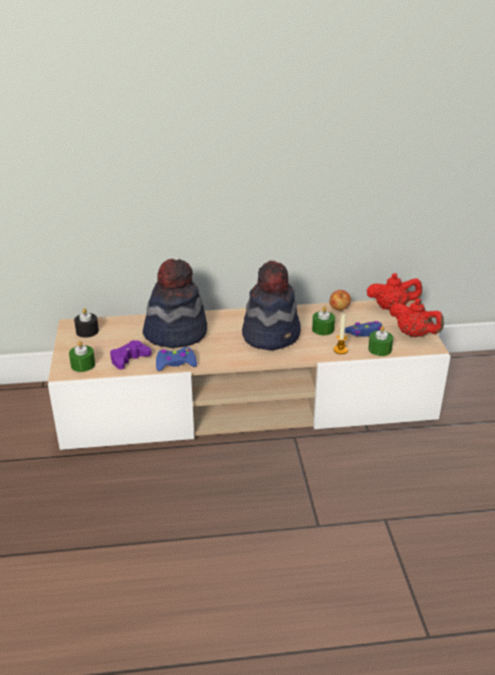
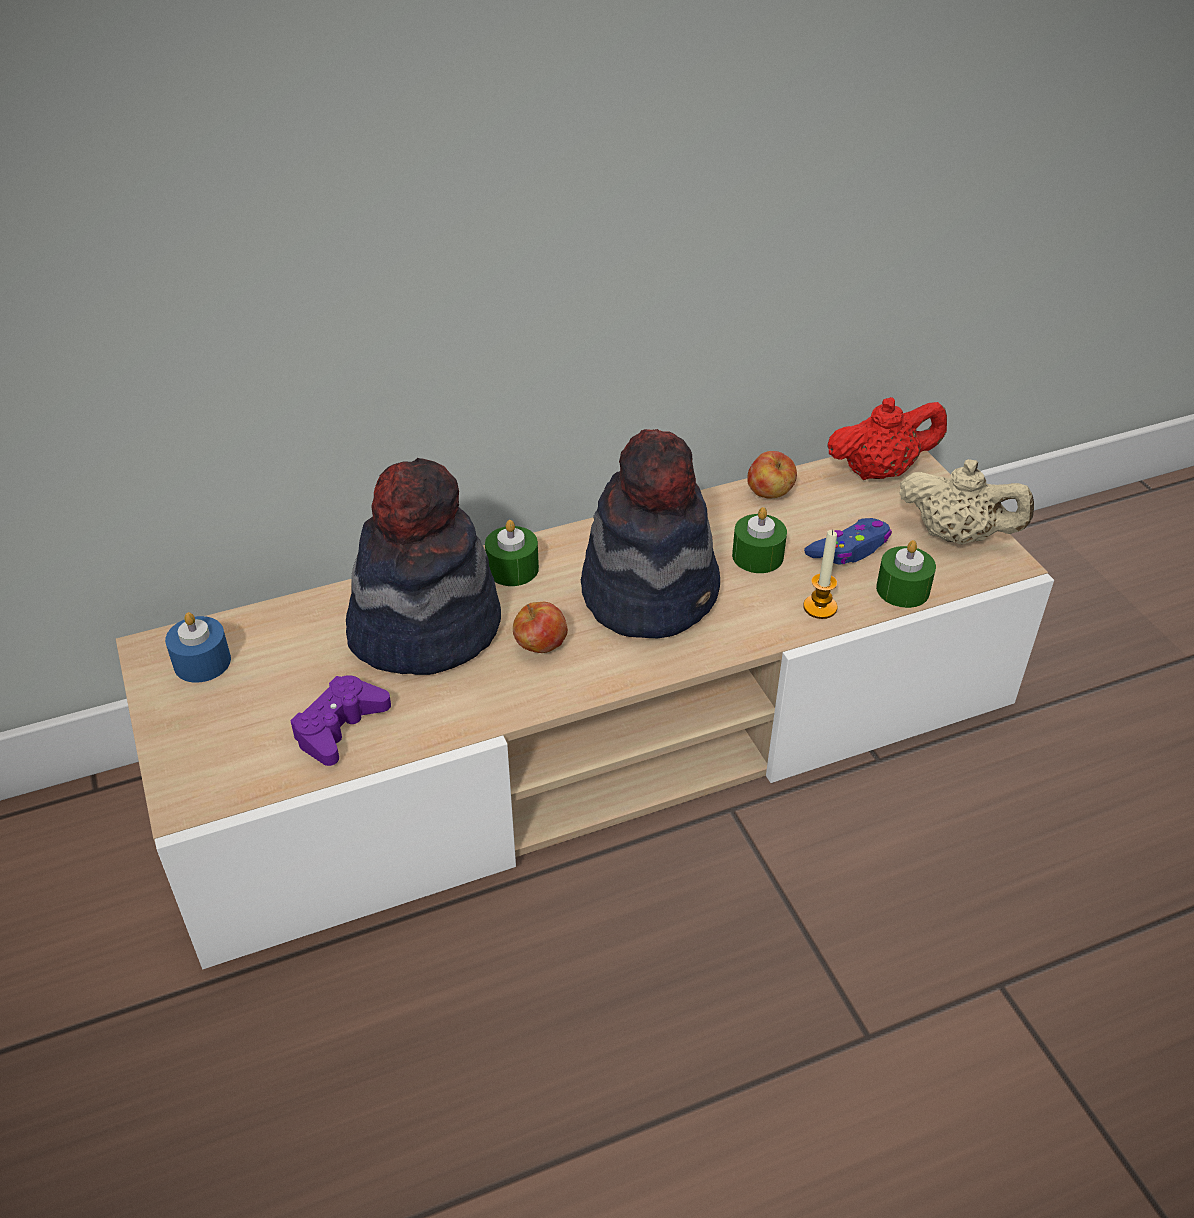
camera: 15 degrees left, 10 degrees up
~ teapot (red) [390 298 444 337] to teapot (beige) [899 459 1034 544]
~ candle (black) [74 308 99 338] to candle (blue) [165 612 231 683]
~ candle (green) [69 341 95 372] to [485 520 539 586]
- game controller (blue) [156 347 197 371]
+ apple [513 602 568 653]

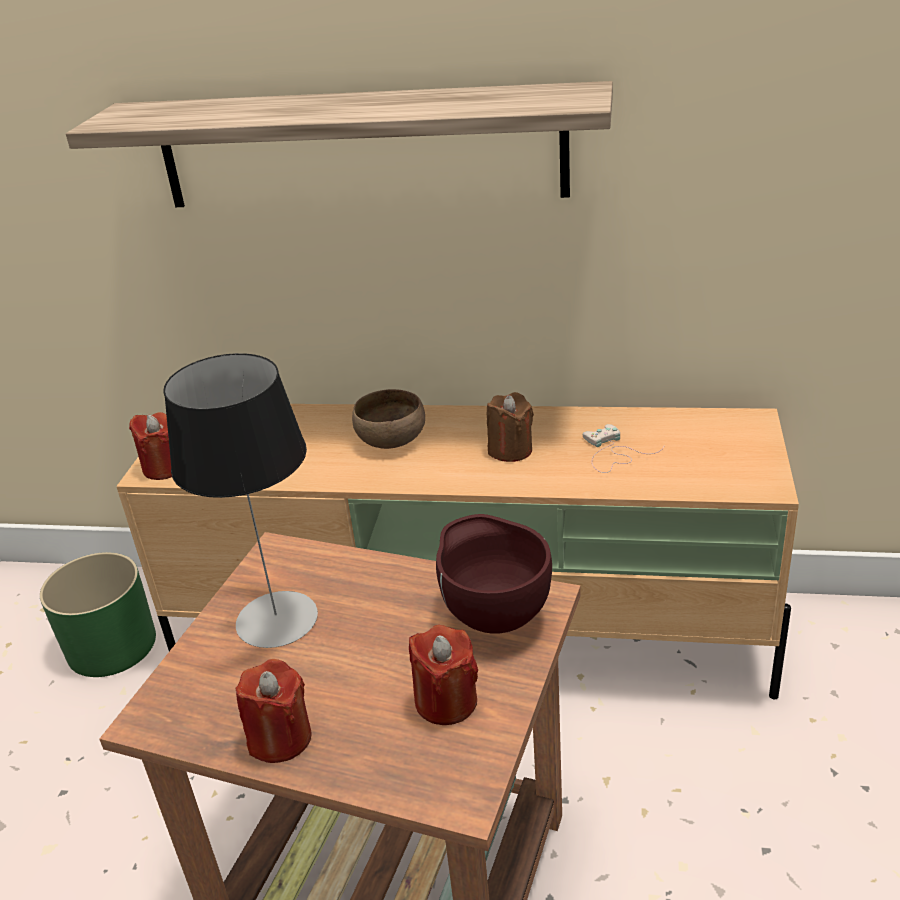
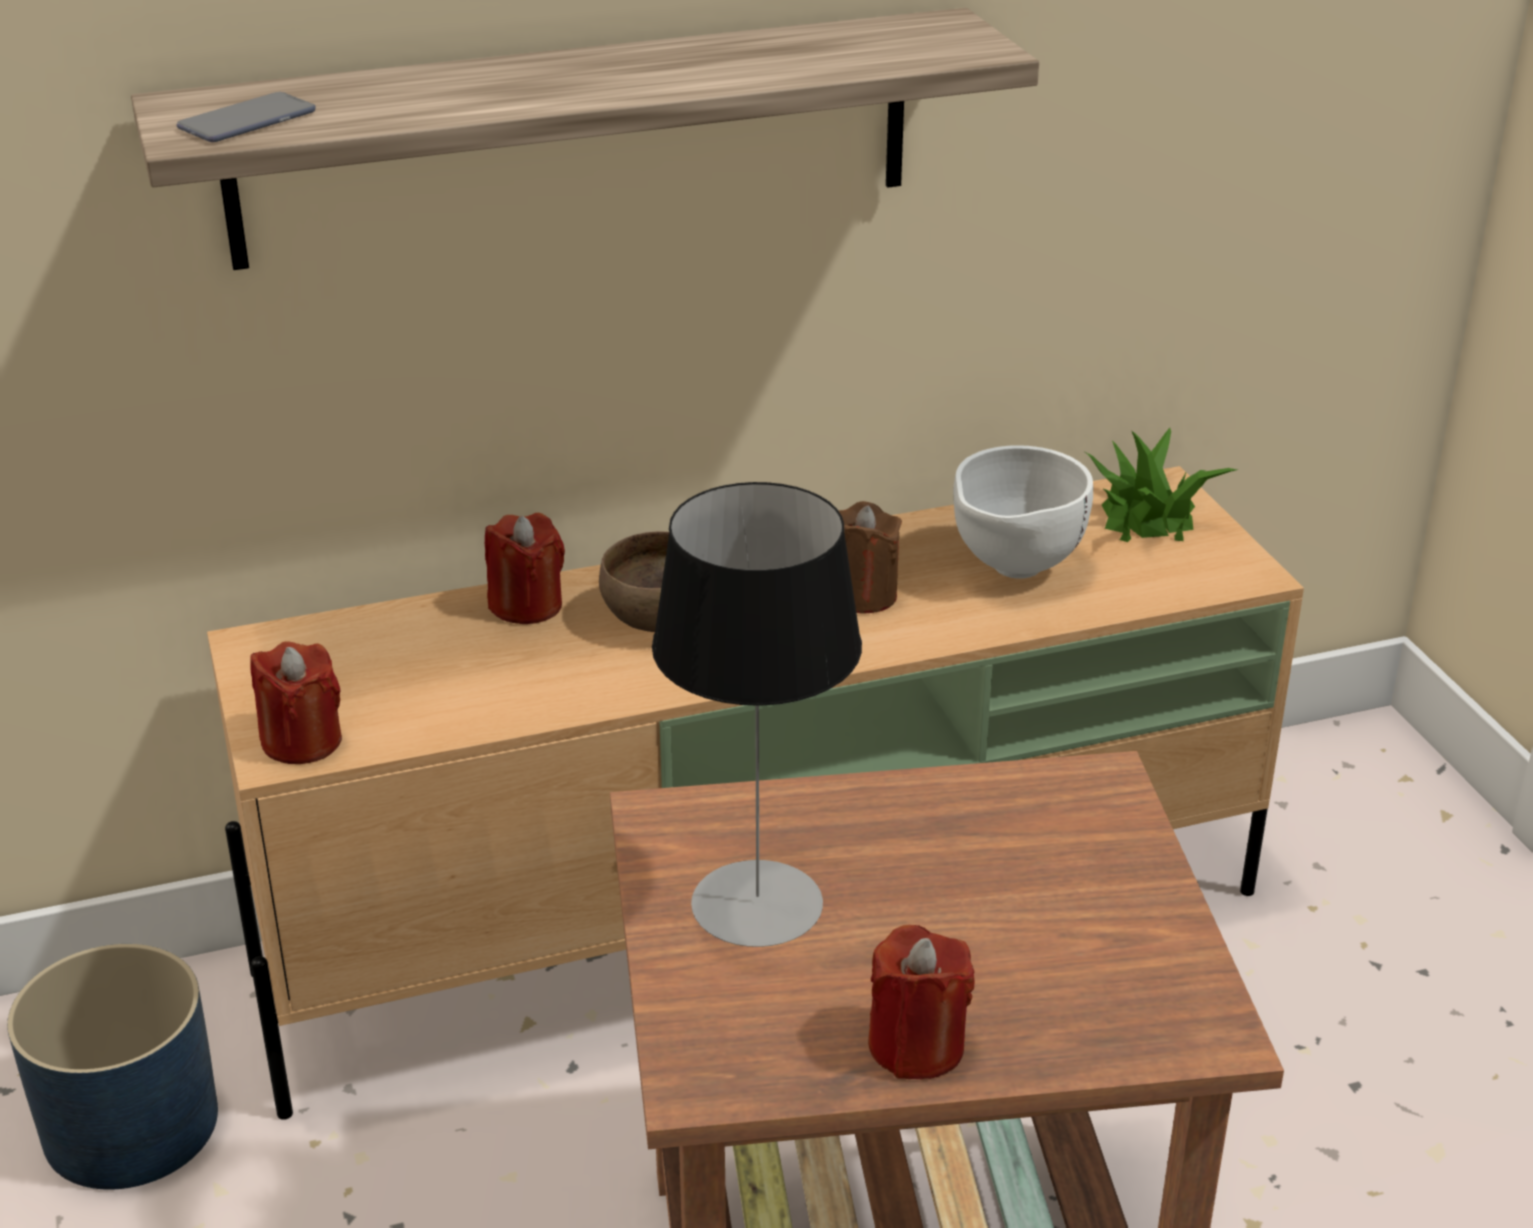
camera: 30 degrees left, 0 degrees up
~ game controller (white) [583 424 664 473] to bowl (white) [953 445 1093 579]
- bowl (brown) [436 514 552 634]
~ planter (green) [40 552 156 677] to planter (blue) [7 944 218 1190]
~ candle (red) [409 625 478 725] to [485 513 565 624]
+ phone [177 92 316 142]
+ potted plant [1085 428 1238 542]

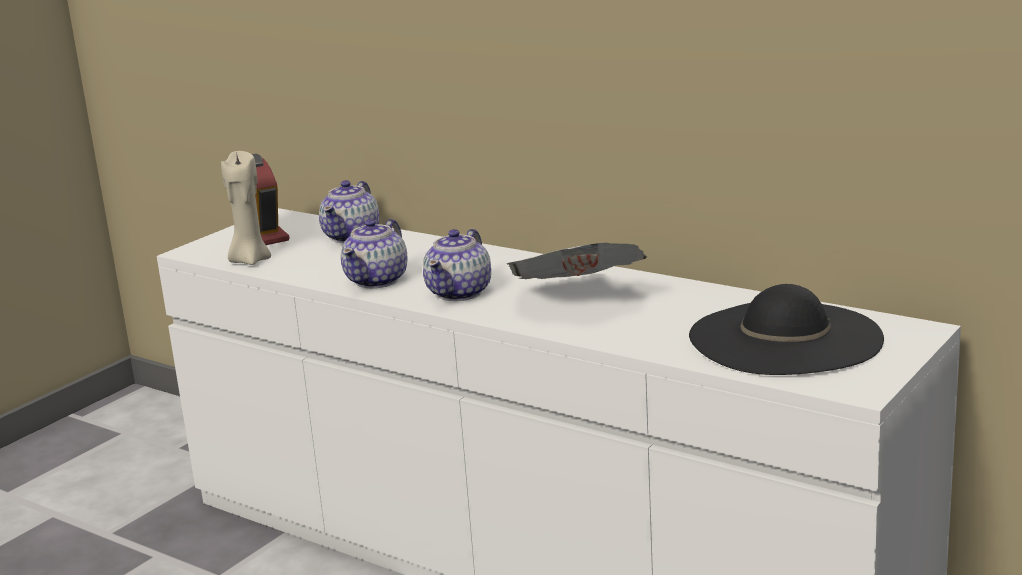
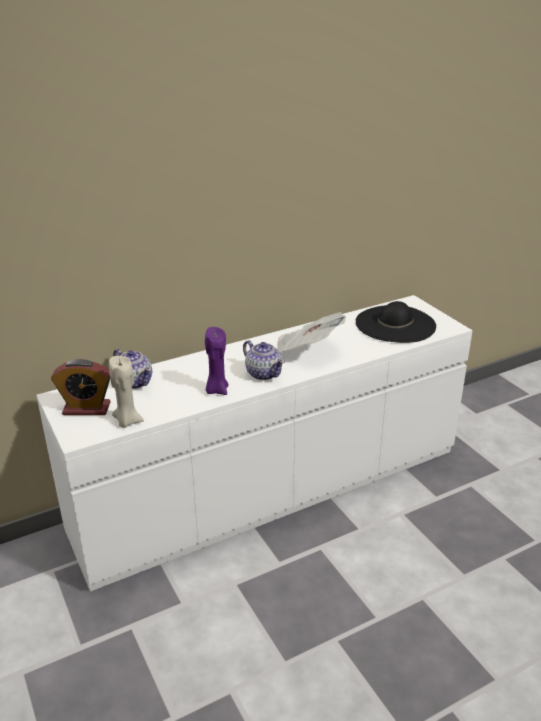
camera: 65 degrees left, 10 degrees up
~ teapot [341 219 407 288] to candle (purple) [205 327 229 395]

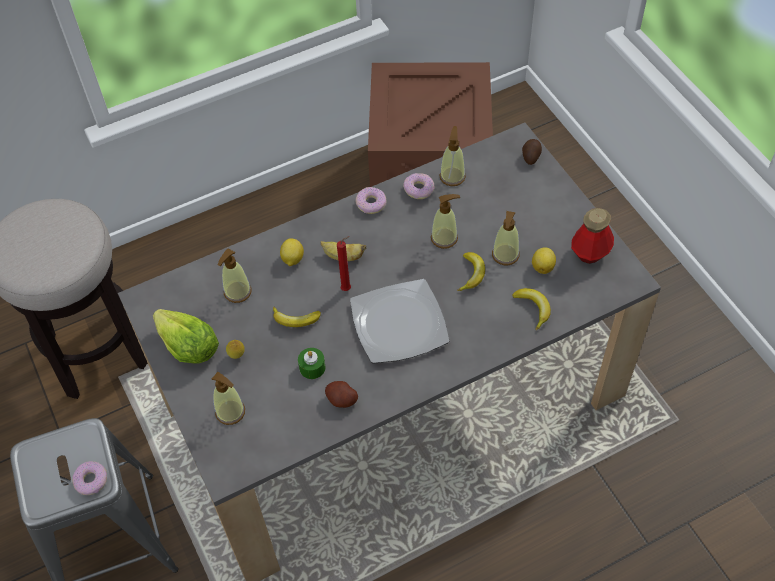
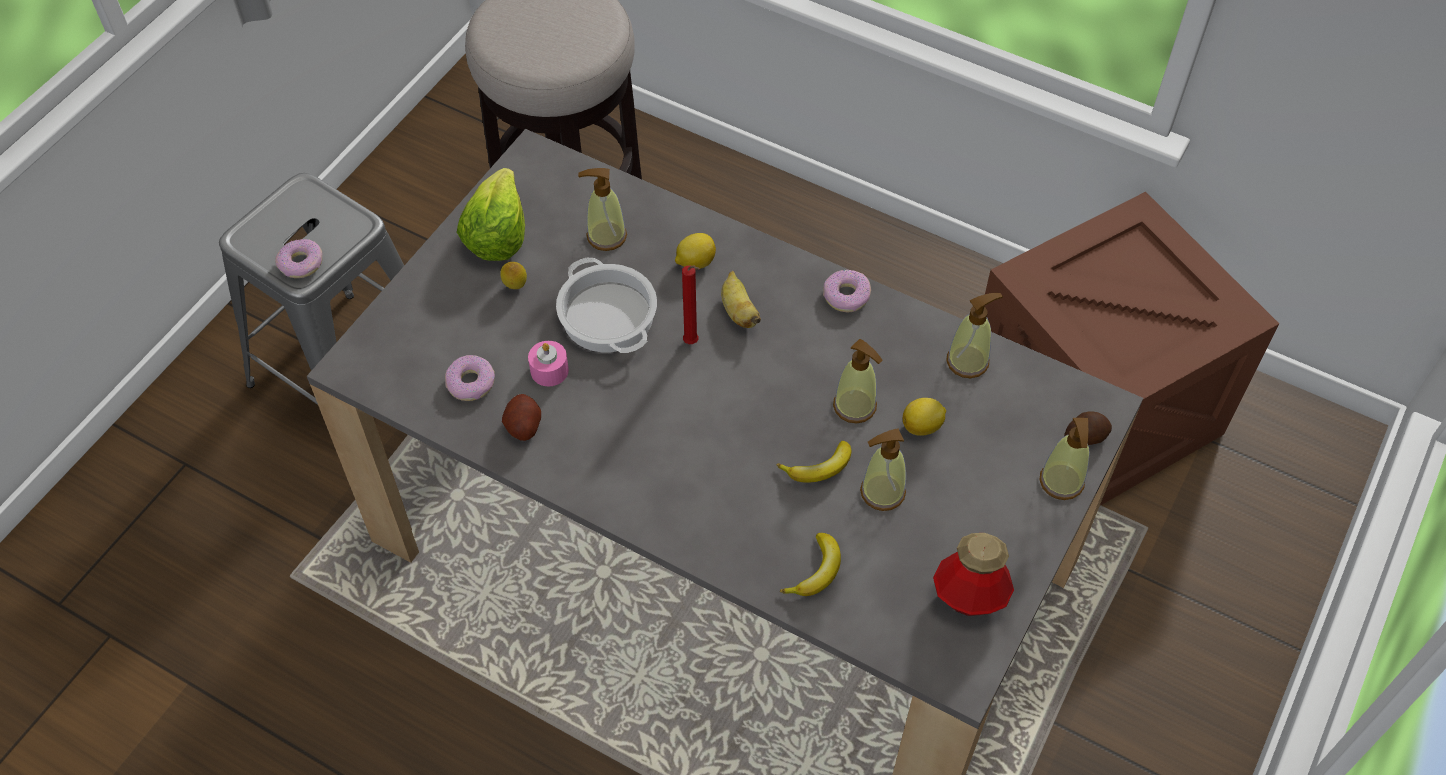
camera: 55 degrees right, 0 degrees up
~ donut [403 173 435 199] to [445 355 495 401]
~ lemon [532 247 556 274] to [903 398 946 436]
- plate [350 279 449 364]
~ banana [273 307 321 327] to cooking pot [556 258 657 353]
~ candle (green) [298 348 325 379] to candle (pink) [528 341 569 386]
~ soap dispenser [212 372 245 425] to [1039 418 1090 500]

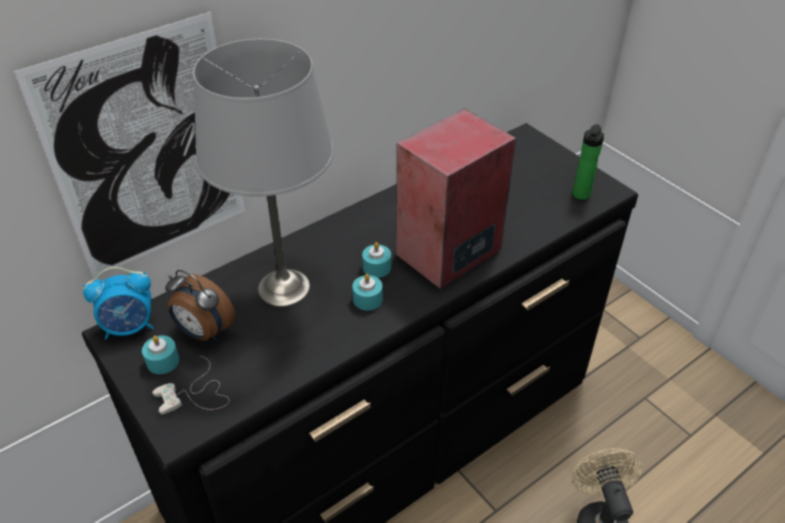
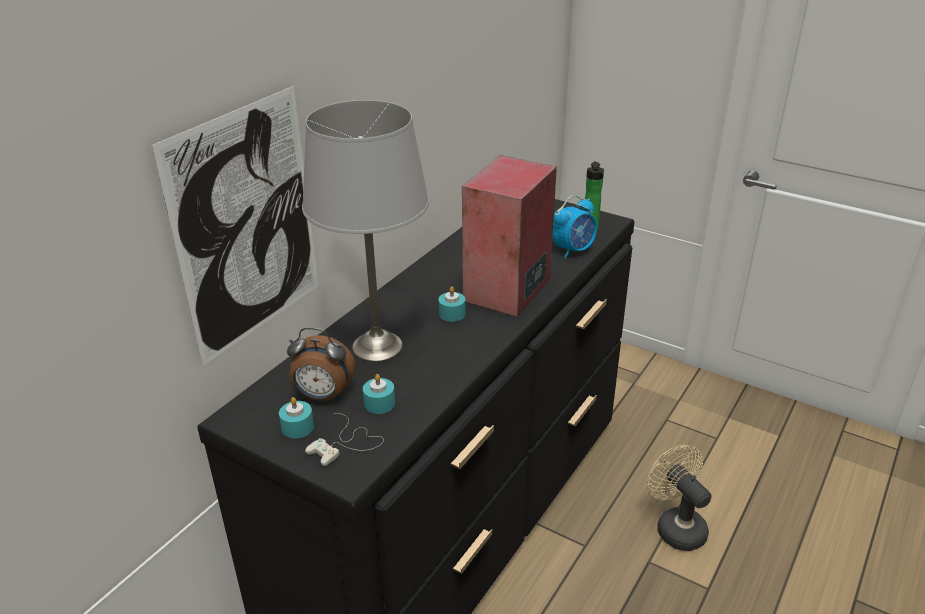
camera: 20 degrees left, 10 degrees down
~ alarm clock [83 267 154 340] to [553 195 597 259]
~ candle (turquoise) [352 274 383 311] to [363 374 395 414]

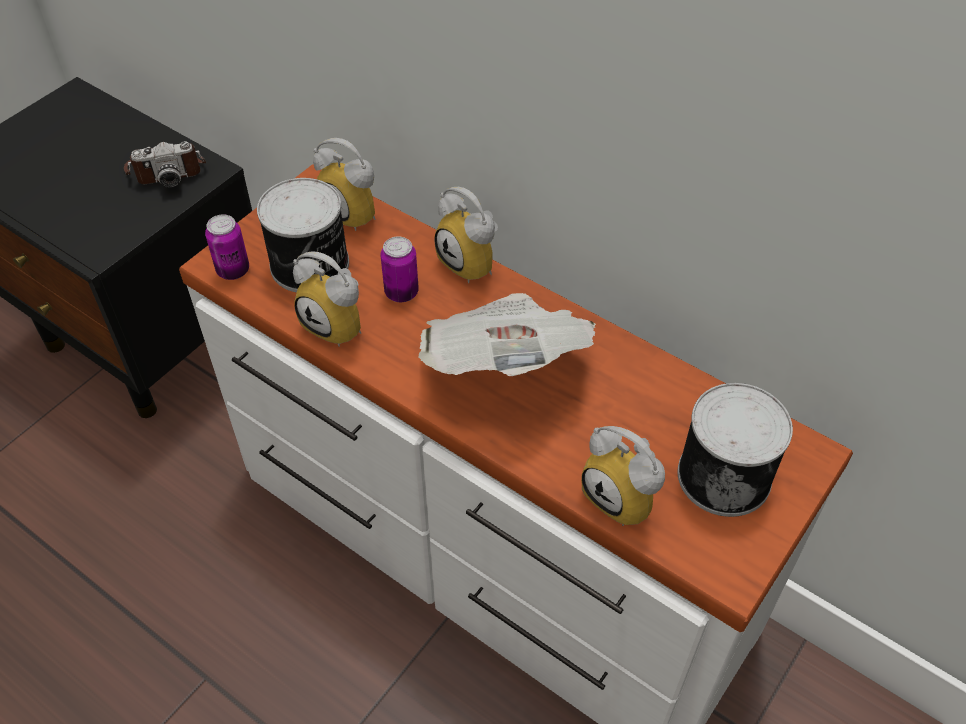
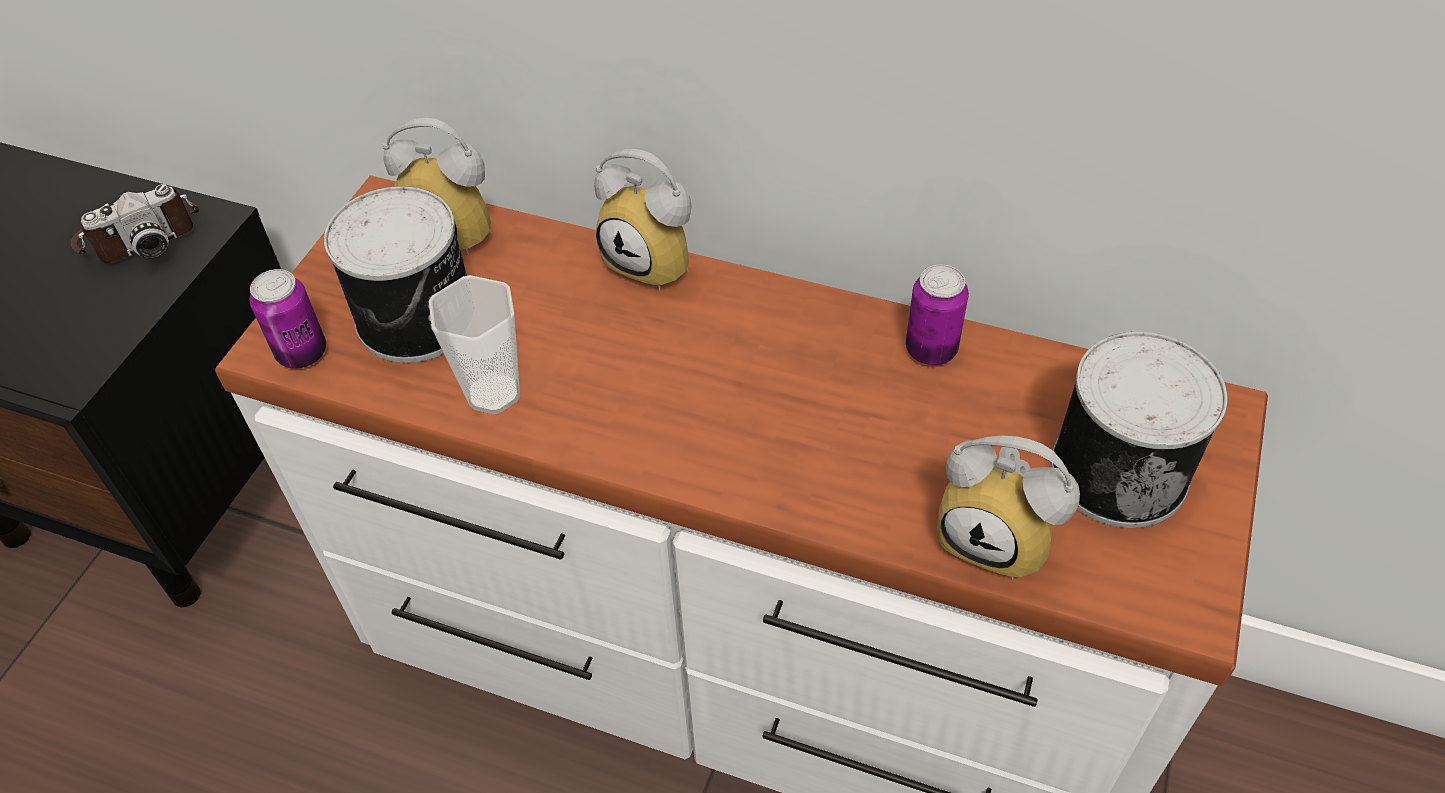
camera: 15 degrees left, 0 degrees up
~ can [380 236 419 302] to [906 265 969 365]
~ alarm clock [293 251 362 347] to cup [429 275 520 414]
- newspaper [418 293 596 376]

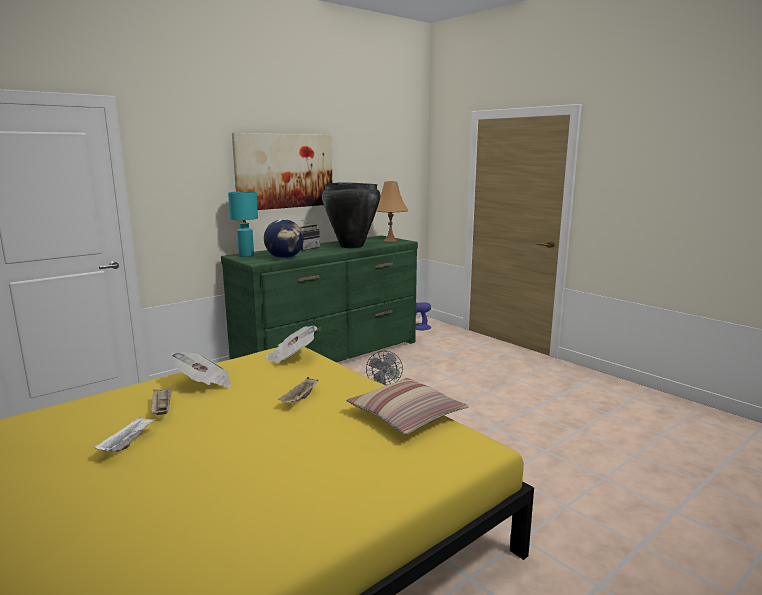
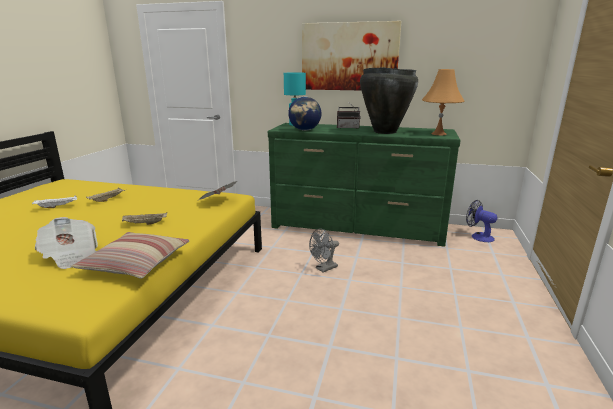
camera: 55 degrees right, 5 degrees up
~ newspaper [171 352 232 387] to [34 217 98 269]

